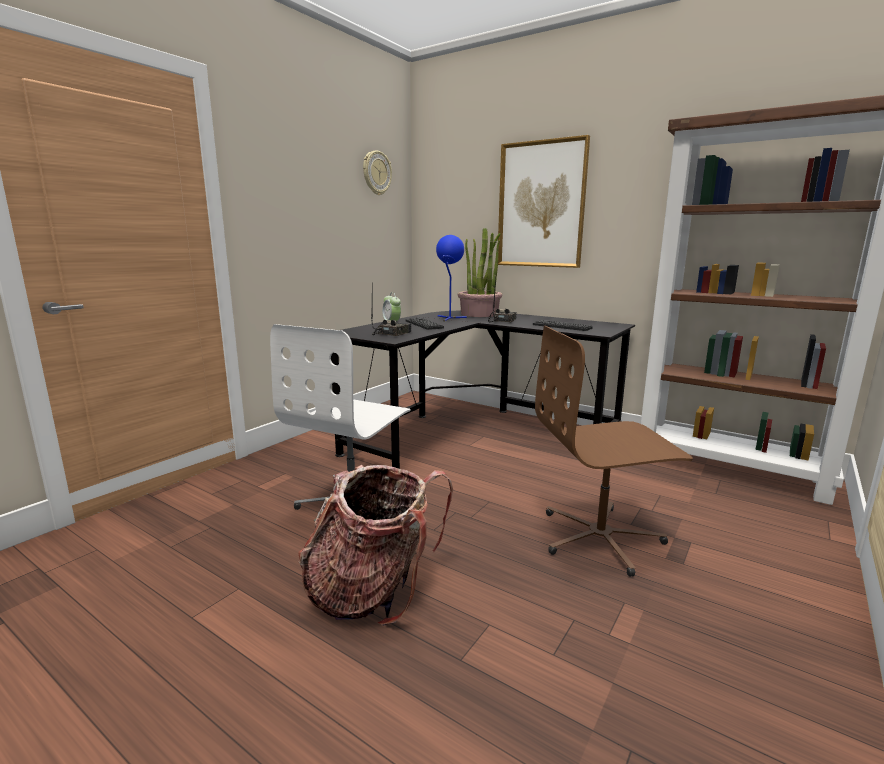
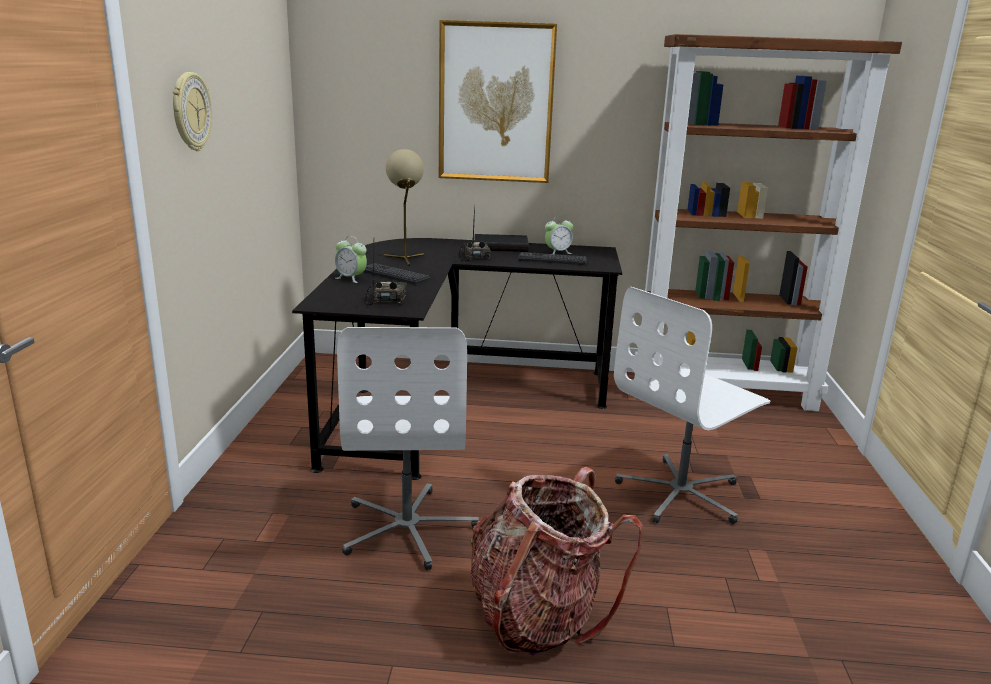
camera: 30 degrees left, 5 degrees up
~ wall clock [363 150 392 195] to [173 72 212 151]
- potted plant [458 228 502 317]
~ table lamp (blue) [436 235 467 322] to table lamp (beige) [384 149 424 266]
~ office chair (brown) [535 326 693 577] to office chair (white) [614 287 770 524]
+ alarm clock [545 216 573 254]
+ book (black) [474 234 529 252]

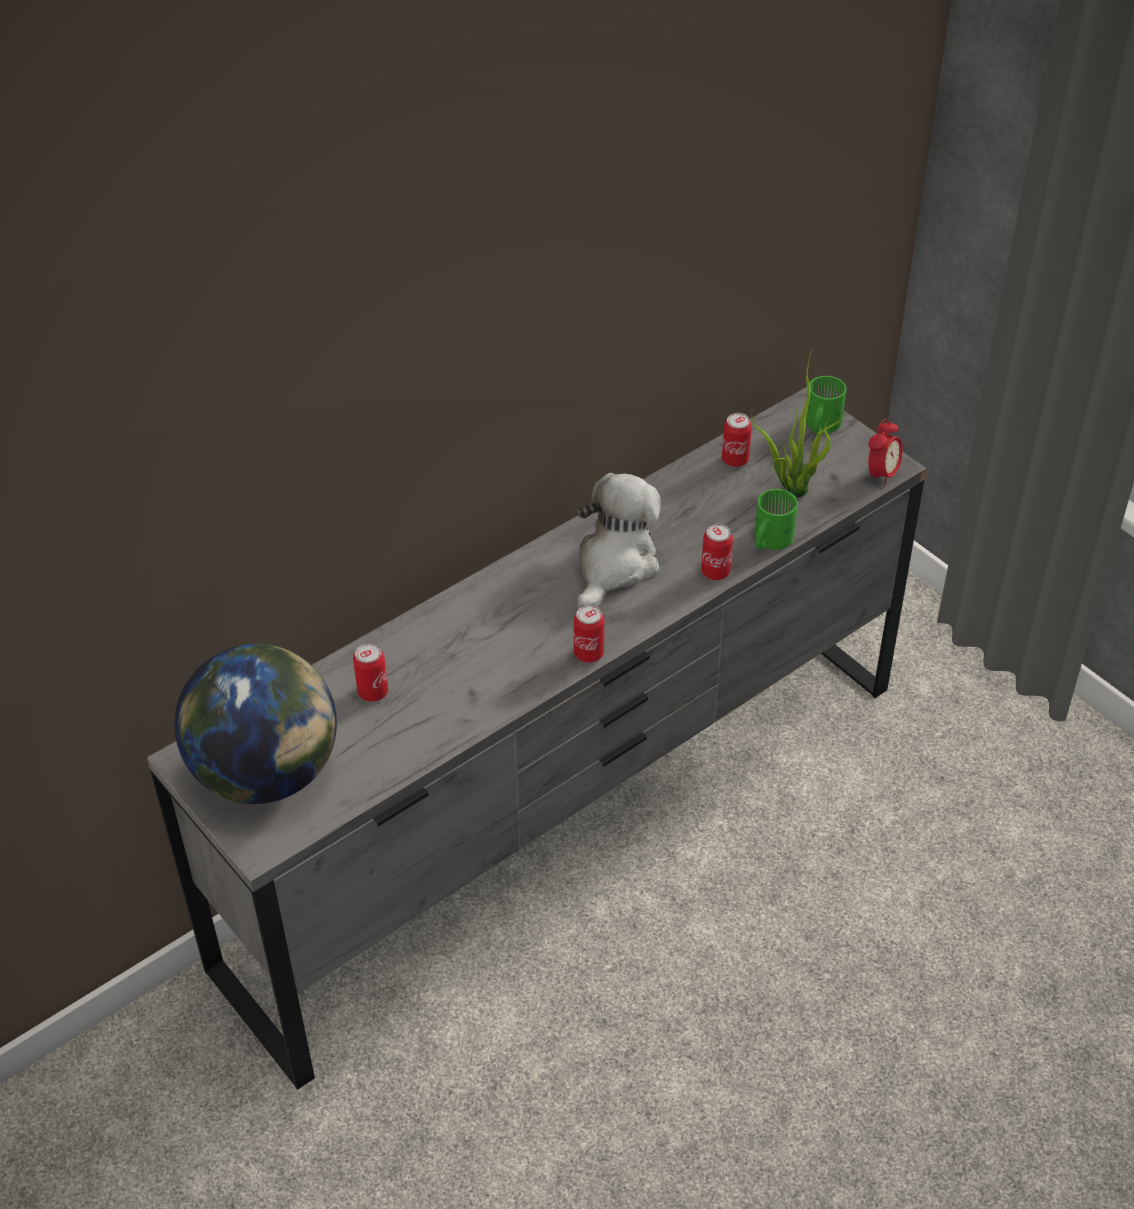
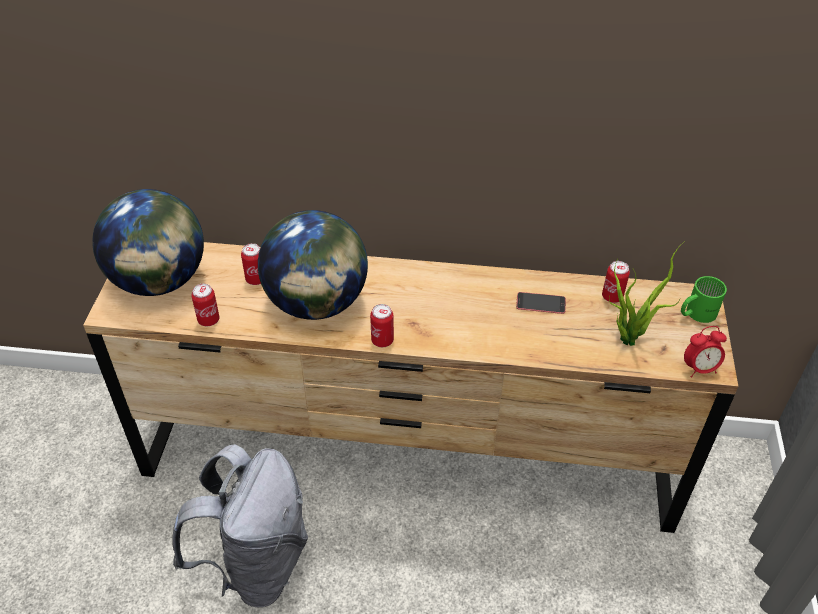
camera: 45 degrees right, 0 degrees up
~ dresser (grey) [147 387 926 1090] to dresser (brown) [83 242 738 533]
- plush toy [577 473 661 608]
- mug (green) [755 489 798 550]
~ can [701 524 733 580] to [191 284 220 326]
+ globe [258 210 368 320]
+ phone [516 292 566 314]
+ backpack (grey) [172 444 308 607]

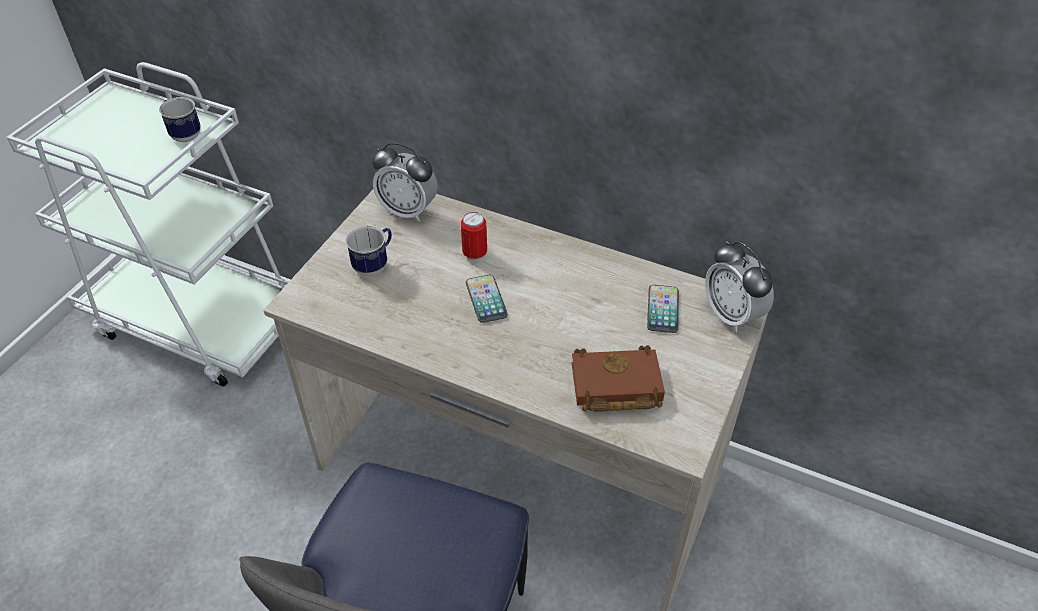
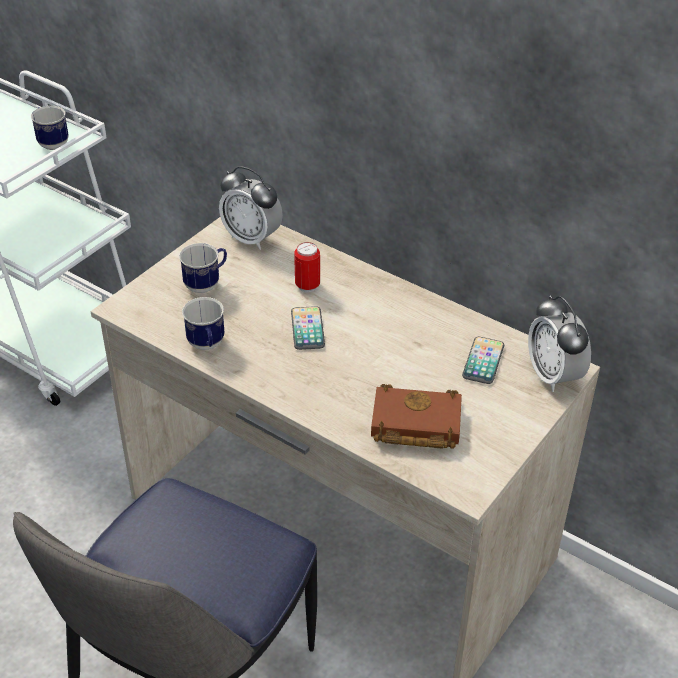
camera: 10 degrees right, 5 degrees down
+ mug [182 297 225 350]

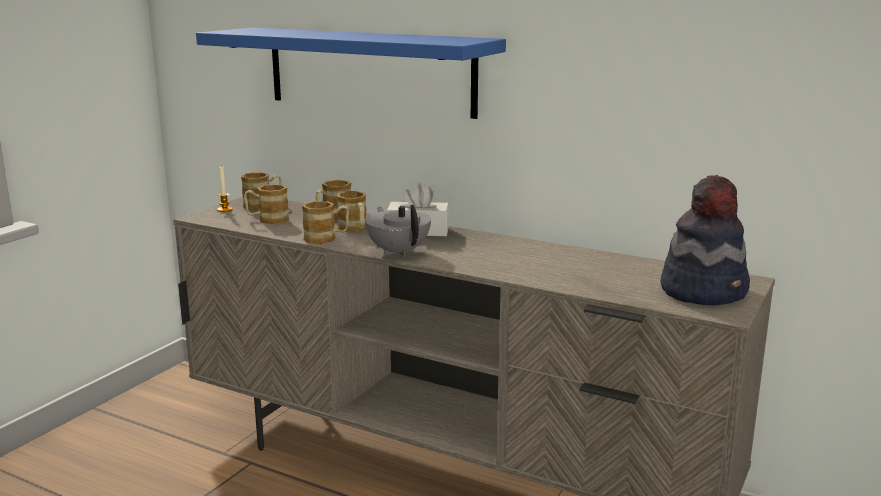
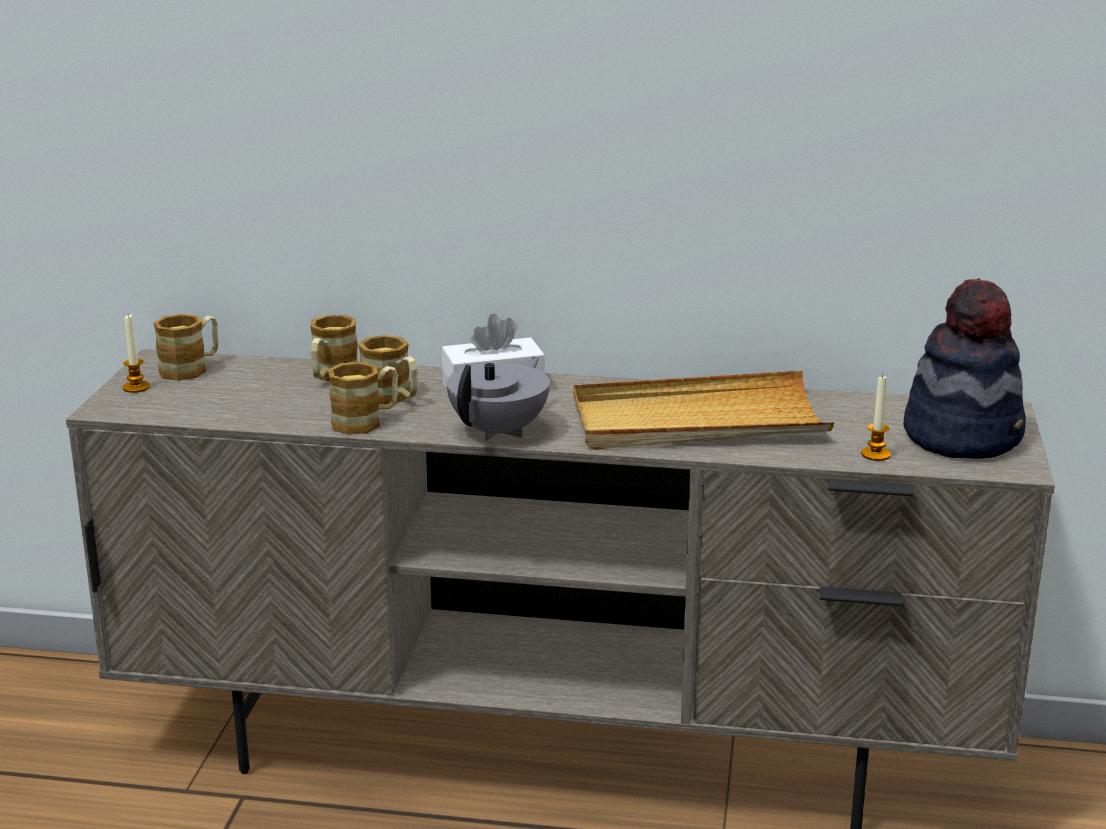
camera: 20 degrees left, 5 degrees up
- shelf (blue) [196 28 506 119]
- mug [244 184 289 224]
~ teapot (grey) [365 205 431 257] = [446 356 550 441] 75 degrees clockwise
+ tray (beige) [573 370 834 450]
+ candle [861 374 891 461]

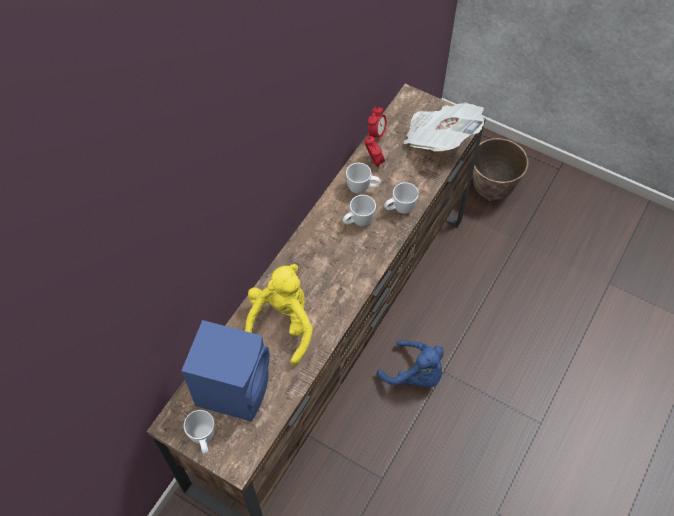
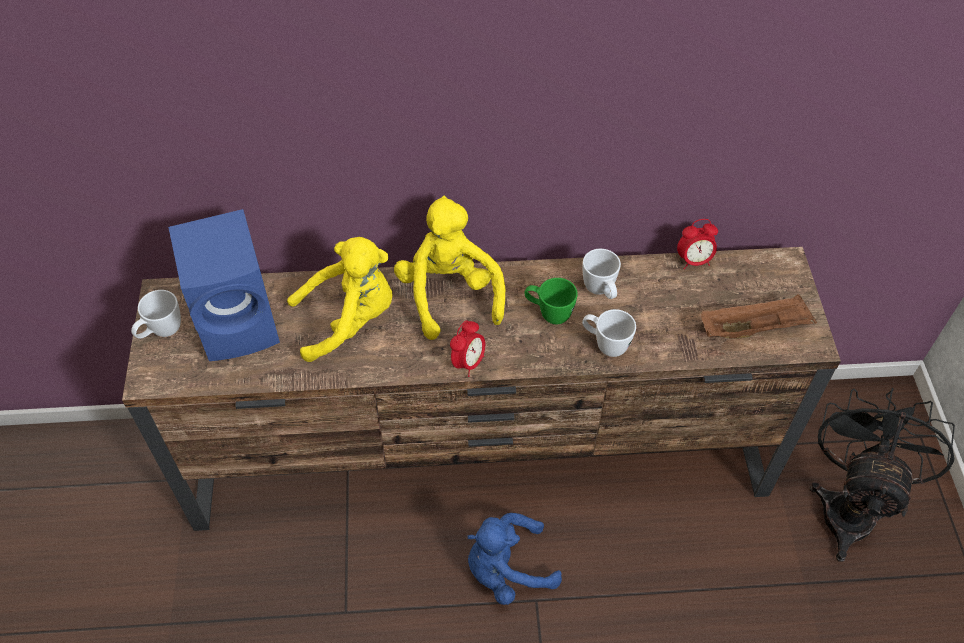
camera: 55 degrees right, 5 degrees down
~ newspaper [404 102 484 151] to tray (brown) [701 294 817 339]
~ alarm clock [365 136 385 167] to [450 321 485 377]
~ planter [473 138 528 201] to fan (black) [809 388 955 562]
~ mug (white) [343 195 376 226] to mug (green) [524 278 578 324]
~ plush toy (blue) [377 340 444 388] = [467 513 562 605] 75 degrees clockwise
+ plush toy (yellow) [394 195 505 340]

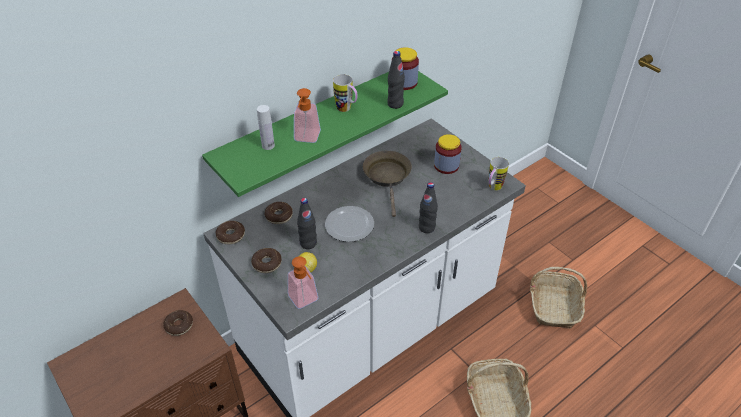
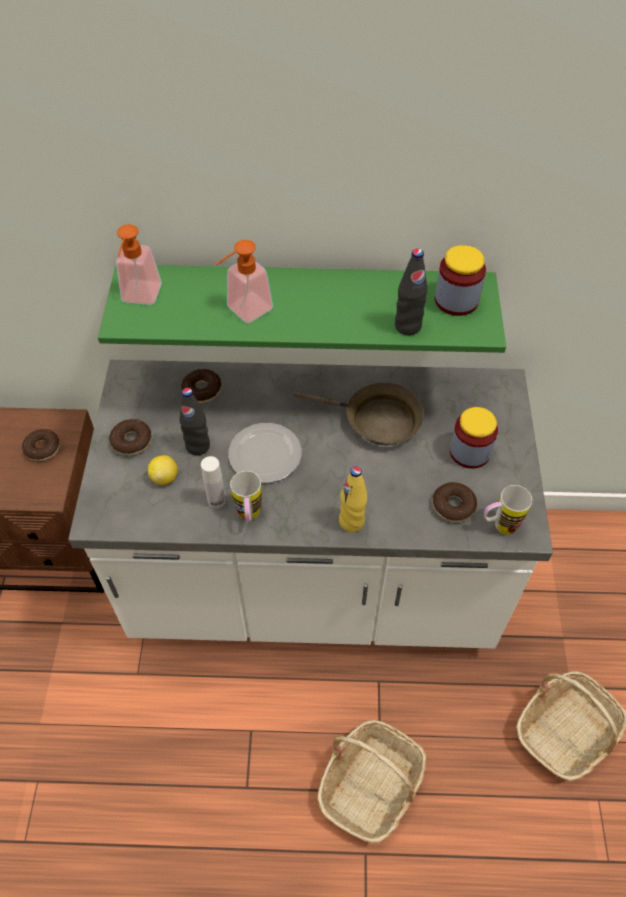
camera: 40 degrees right, 10 degrees up
~ mug [333 74 358 112] to [230 471 262 522]
~ bottle (white) [257 105 275 150] to [201 456 226 508]
~ frying pan (brown) [363 151 412 217] = [293 382 424 445] 75 degrees clockwise
~ bottle (black) [419 182 438 233] to bottle (yellow) [339 466 367 532]
~ donut [216 221 245 244] to [432 482 477 522]
~ soap dispenser [288 256 319 309] to [116 224 162 305]

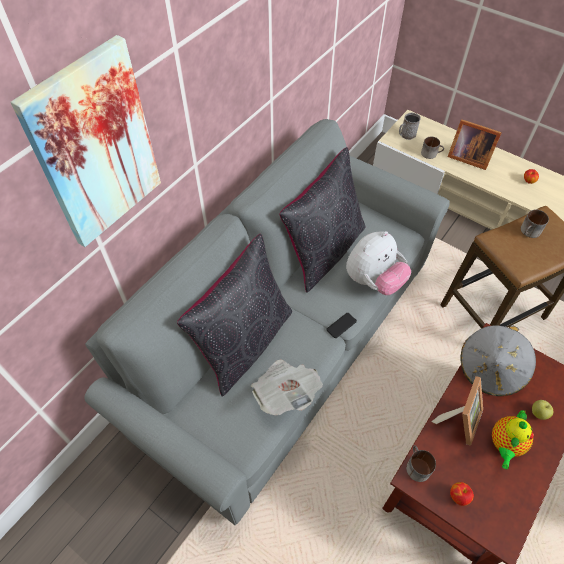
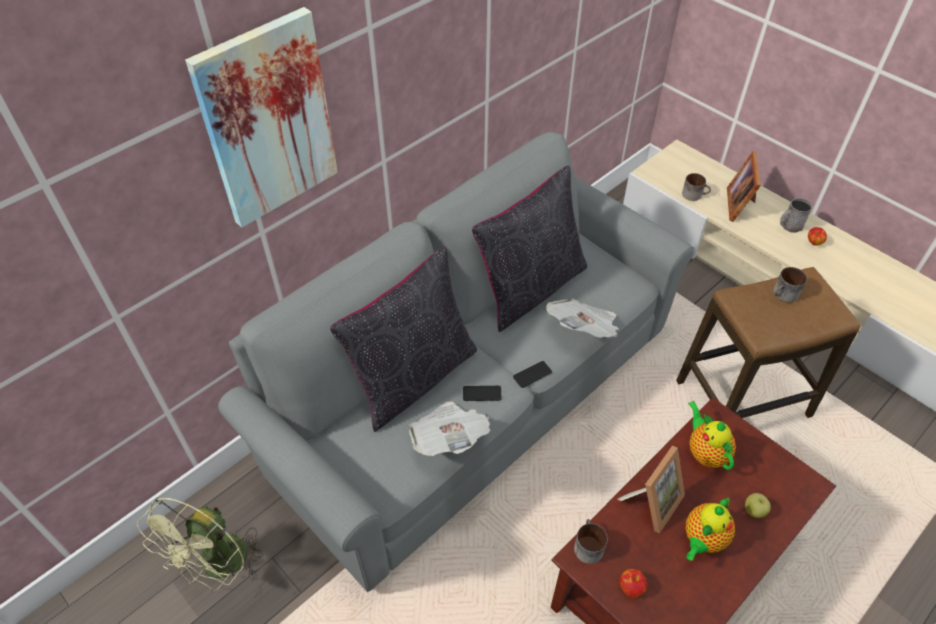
camera: 10 degrees right, 5 degrees down
~ mug (grey) [399 112 421 140] to [780 198 813 233]
~ picture frame [447 119 502 170] = [727 152 761 222] 60 degrees clockwise
~ plush toy [346 231 411 295] to newspaper [546 299 619 338]
~ hat (grey) [460 325 536 396] to teapot [688 401 736 470]
+ phone [463 386 502 401]
+ fan (green) [137 497 263 591]

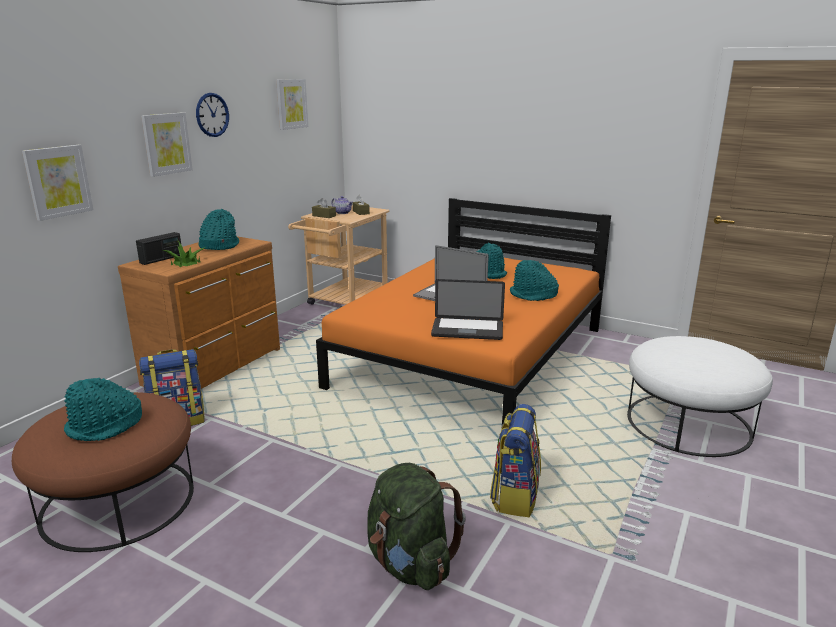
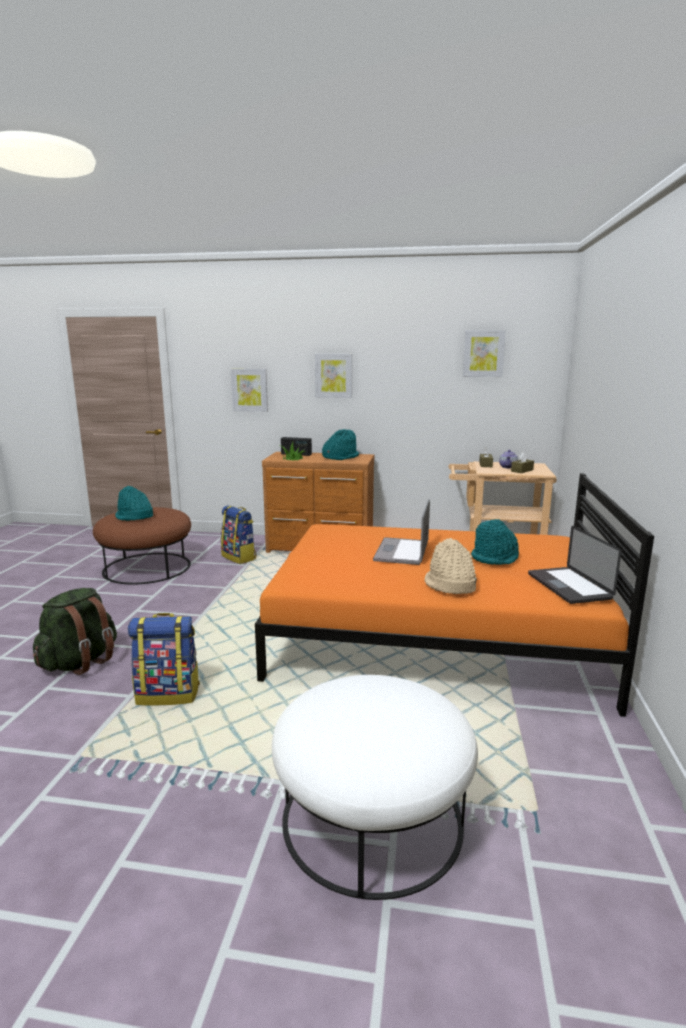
camera: 70 degrees right, 5 degrees down
- wall clock [196 93 229 137]
~ hat (turquoise) [510 260 559 301] to hat (beige) [425 538 477 594]
~ laptop [431 279 505 340] to [528 526 621 604]

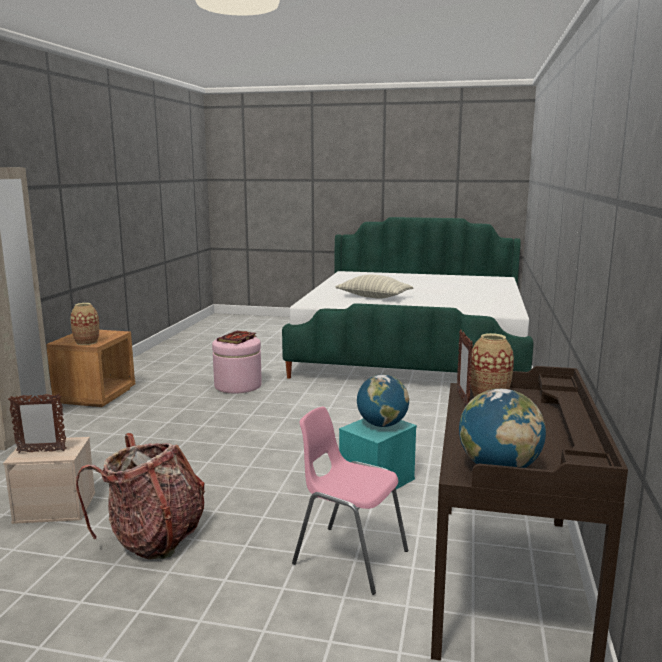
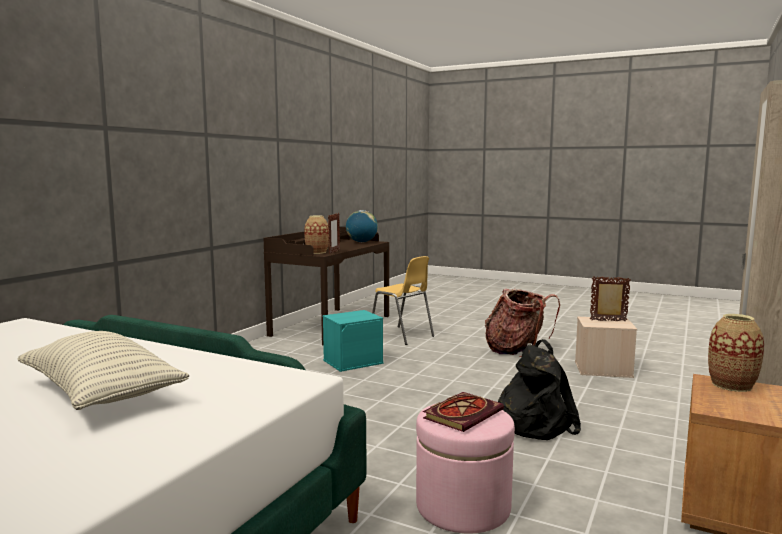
camera: 165 degrees left, 5 degrees down
- globe [357 374 409 427]
~ chair (pink) [292 406 408 595] to chair (yellow) [372 256 434 345]
+ backpack (black) [498 339 581 440]

